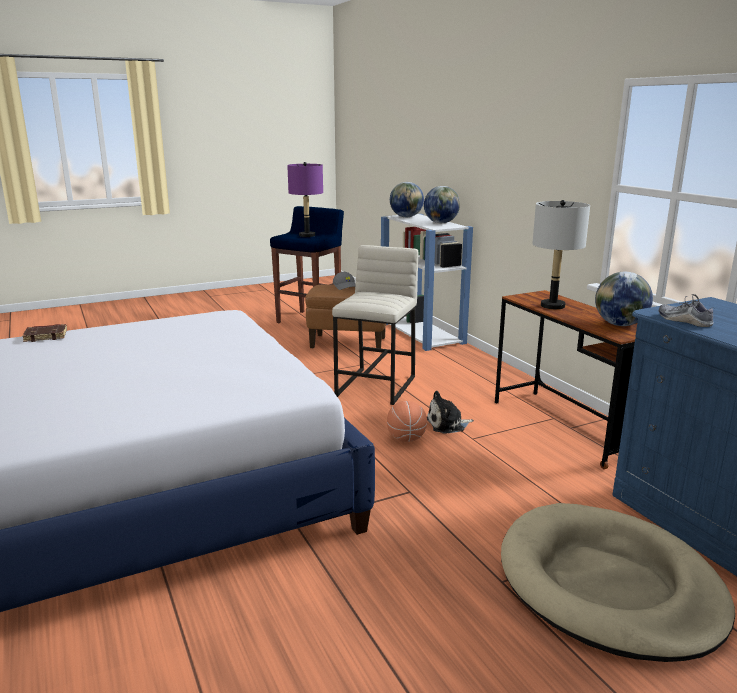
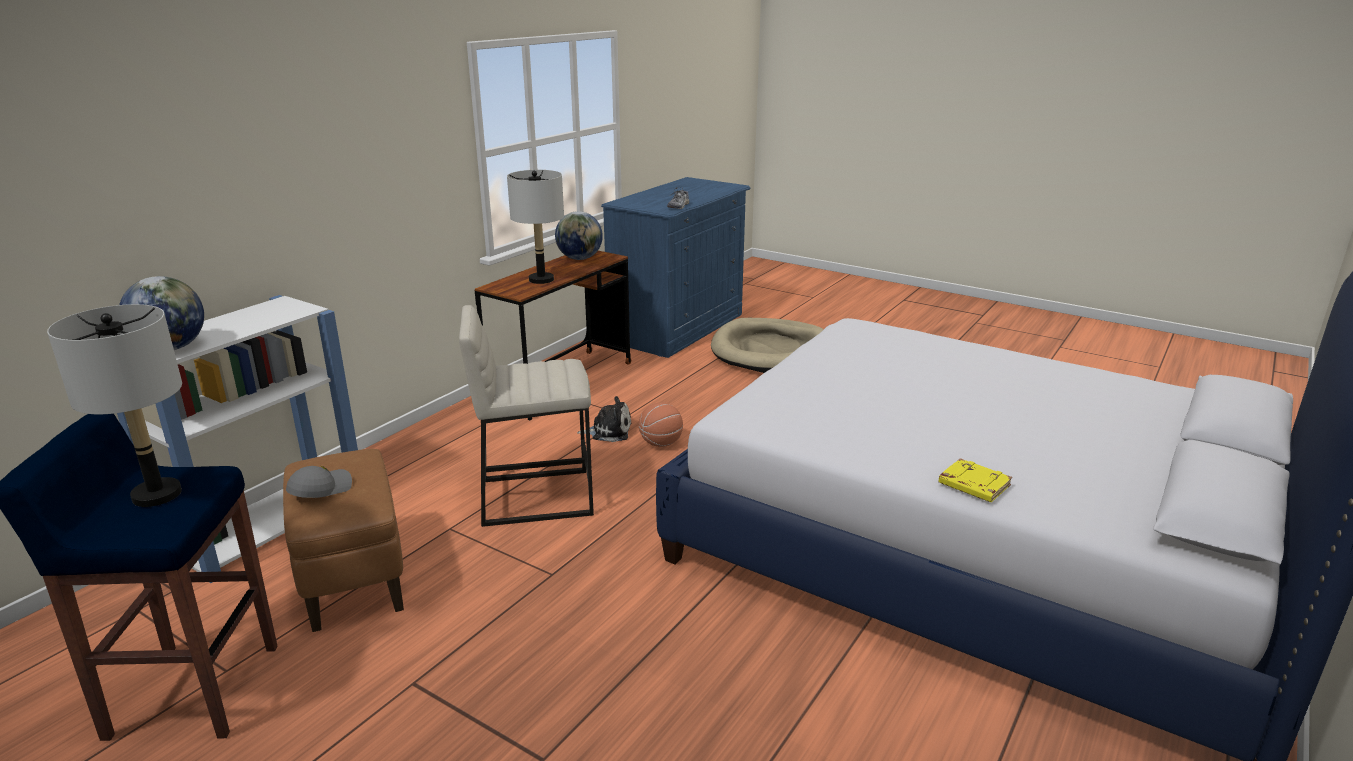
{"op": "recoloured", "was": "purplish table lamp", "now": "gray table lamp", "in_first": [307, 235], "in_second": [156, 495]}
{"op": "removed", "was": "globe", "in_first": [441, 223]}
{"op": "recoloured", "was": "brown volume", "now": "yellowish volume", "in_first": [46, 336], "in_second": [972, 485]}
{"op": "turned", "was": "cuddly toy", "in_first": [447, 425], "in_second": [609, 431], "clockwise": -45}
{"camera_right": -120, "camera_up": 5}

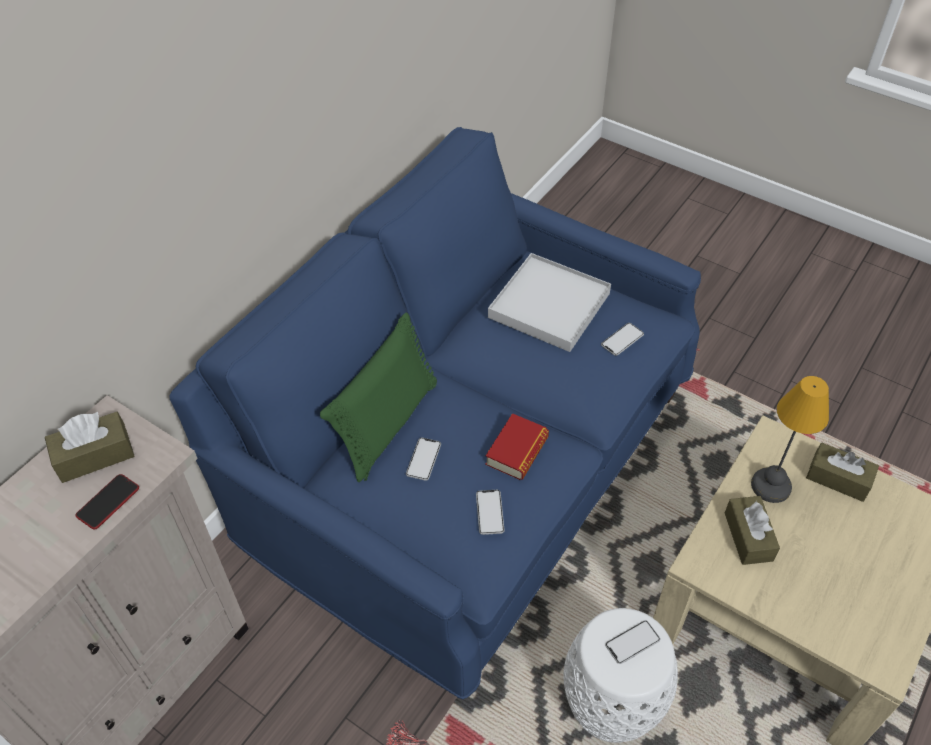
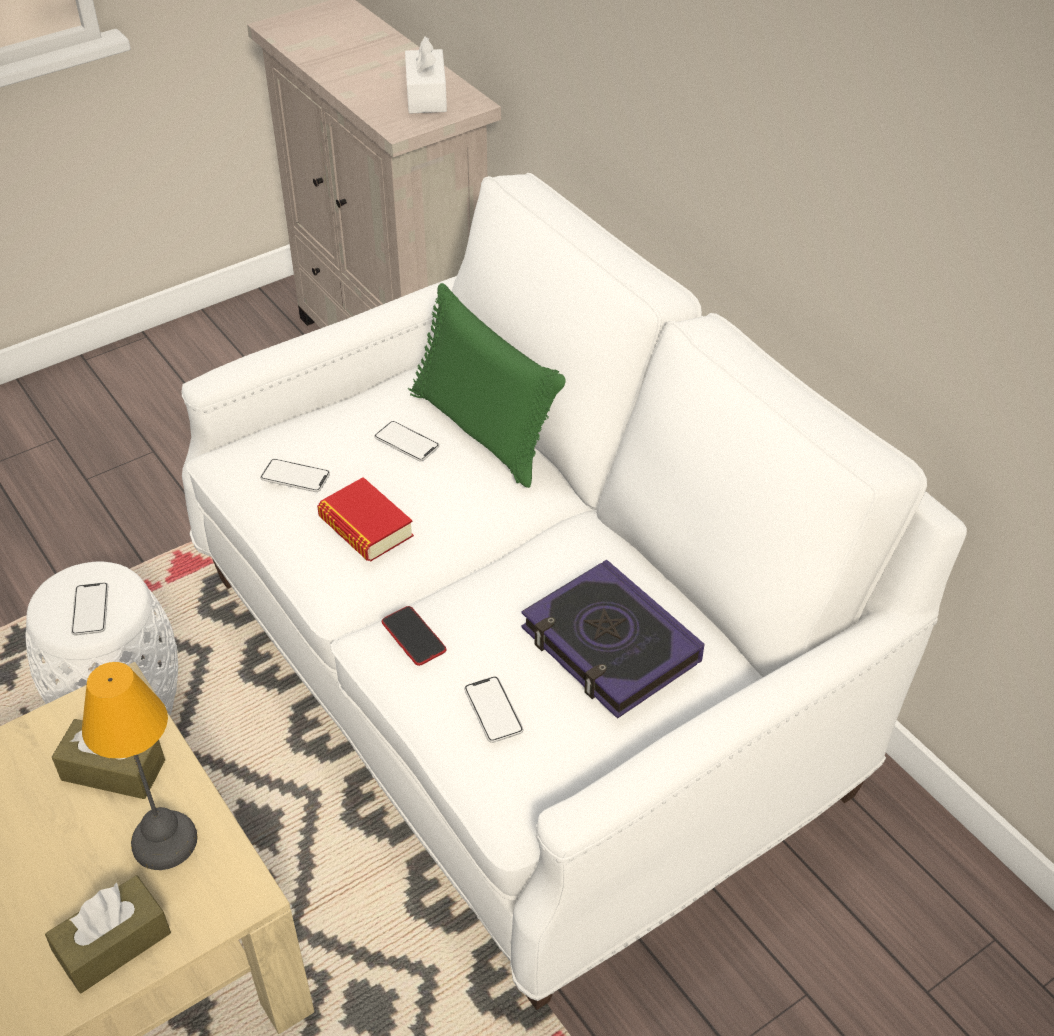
{"op": "recoloured", "was": "blue settee", "now": "white-coloured settee", "in_first": [467, 467], "in_second": [526, 674]}
{"op": "replaced", "was": "white-coloured carrying tray", "now": "volume", "in_first": [549, 305], "in_second": [610, 646]}
{"op": "recoloured", "was": "brown box of tissues", "now": "white-coloured box of tissues", "in_first": [95, 456], "in_second": [426, 95]}
{"op": "moved", "was": "telephone", "in_first": [108, 502], "in_second": [413, 636]}
{"camera_right": 110, "camera_up": -5}

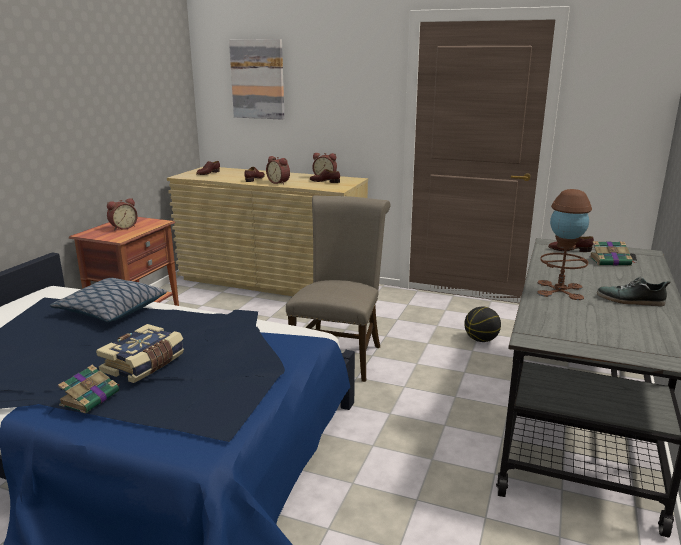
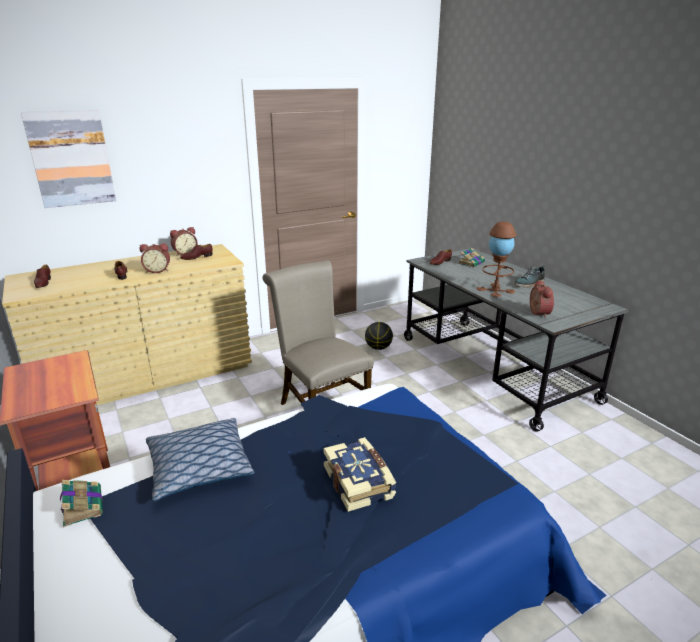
{"op": "moved", "was": "table clock", "in_first": [123, 227], "in_second": [537, 313]}
{"op": "moved", "was": "volume", "in_first": [91, 398], "in_second": [83, 505]}
{"camera_right": -50, "camera_up": 5}

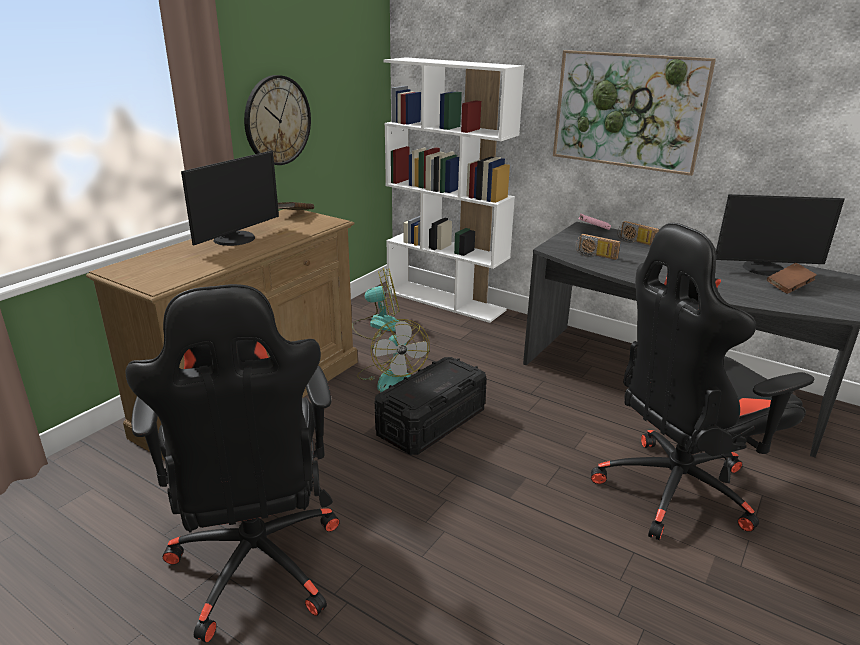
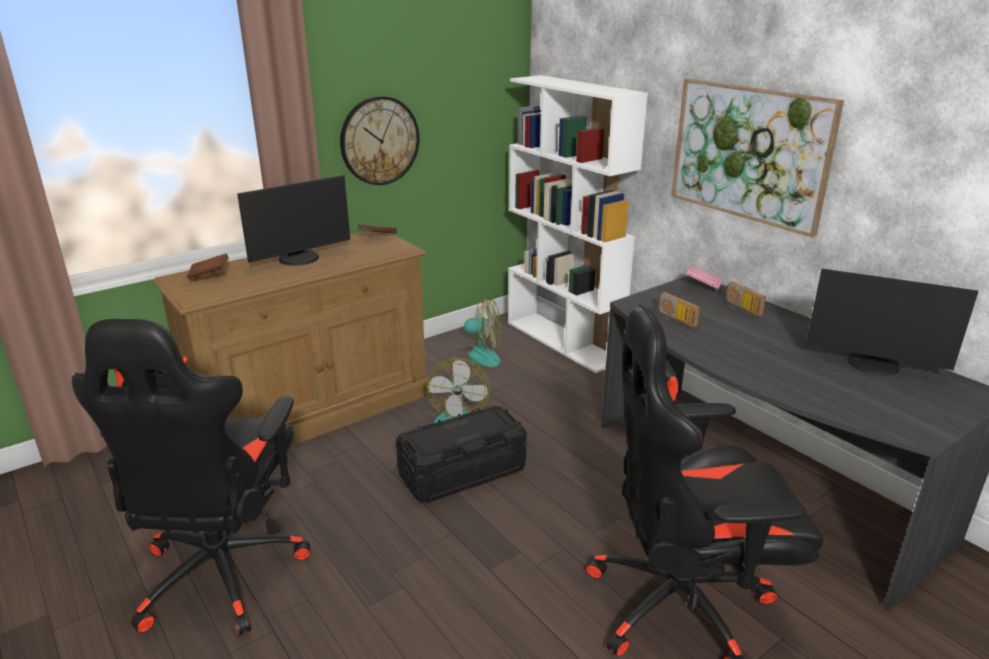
{"op": "moved", "was": "brown volume", "in_first": [788, 287], "in_second": [209, 277]}
{"camera_right": 20, "camera_up": 0}

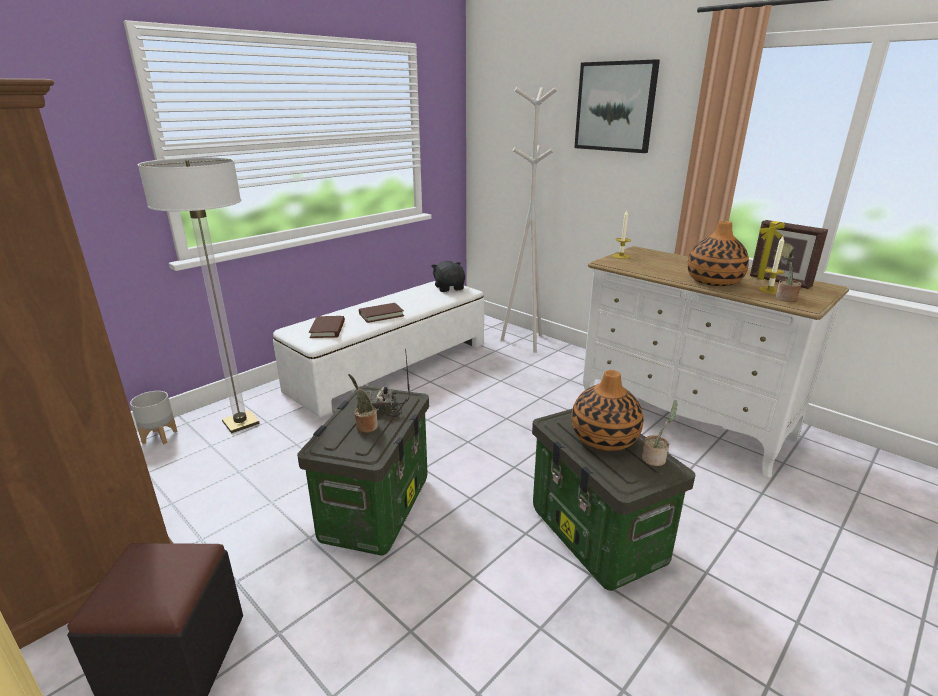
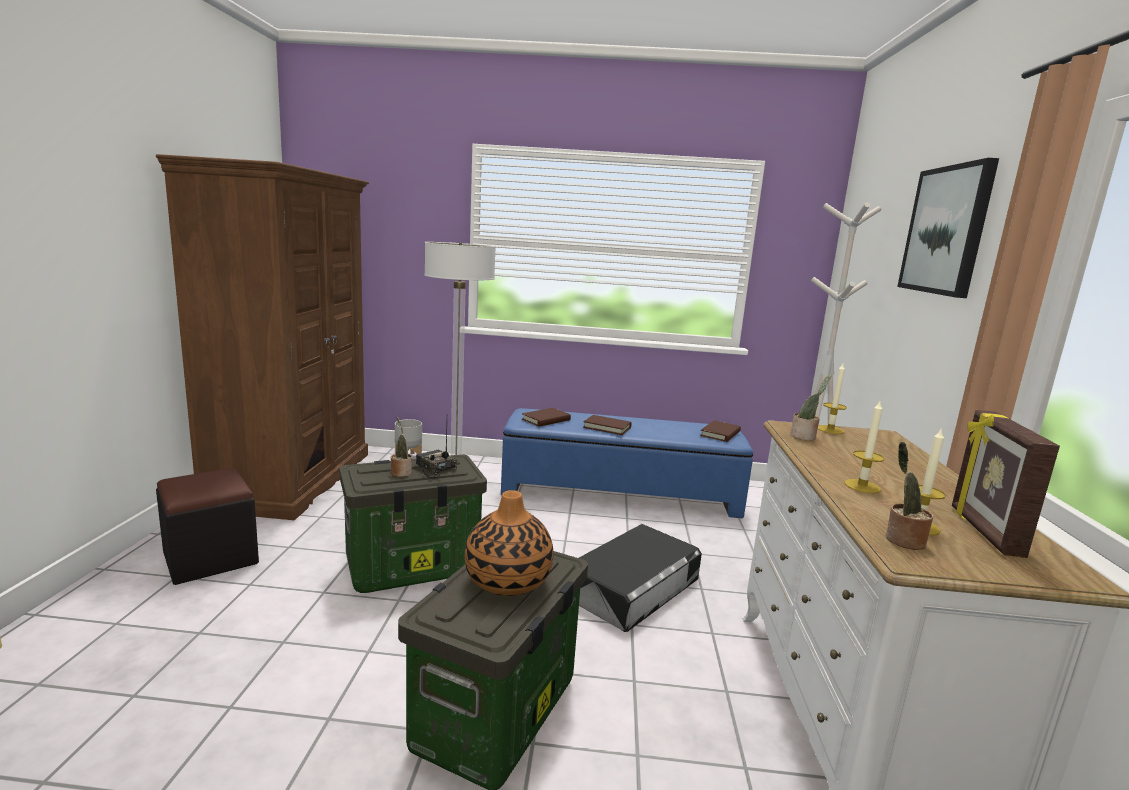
{"op": "replaced", "was": "decorative vase", "now": "wax light", "in_first": [714, 281], "in_second": [862, 486]}
{"op": "replaced", "was": "black cuddly toy", "now": "brown volume", "in_first": [449, 288], "in_second": [720, 434]}
{"op": "recoloured", "was": "white-coloured long seat", "now": "blue long seat", "in_first": [391, 365], "in_second": [621, 491]}
{"op": "moved", "was": "houseplant", "in_first": [655, 458], "in_second": [804, 437]}
{"op": "added", "now": "black storage box", "in_second": [632, 587]}
{"camera_right": 50, "camera_up": -10}

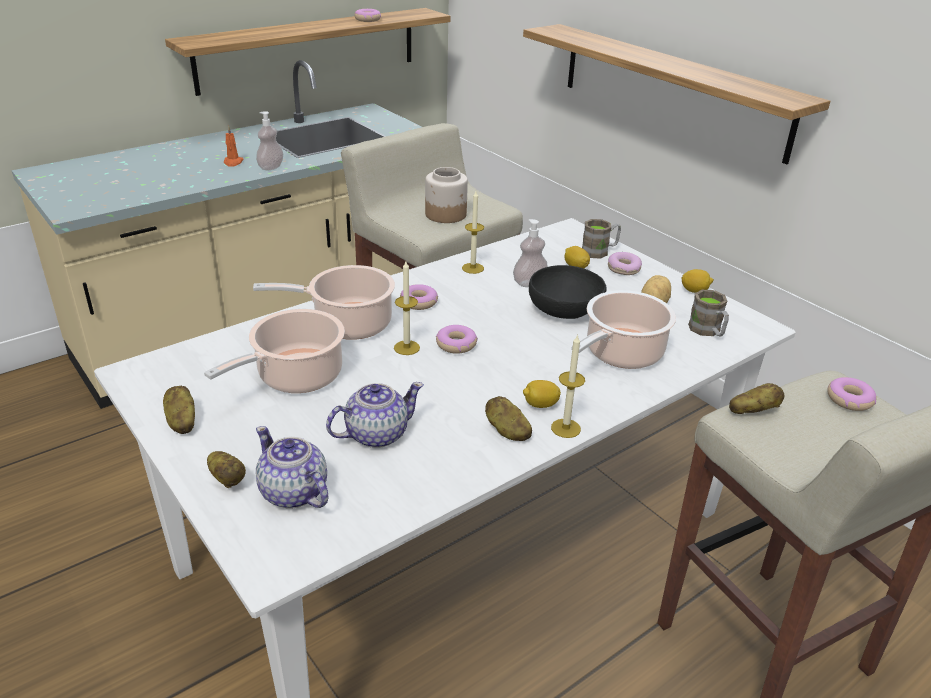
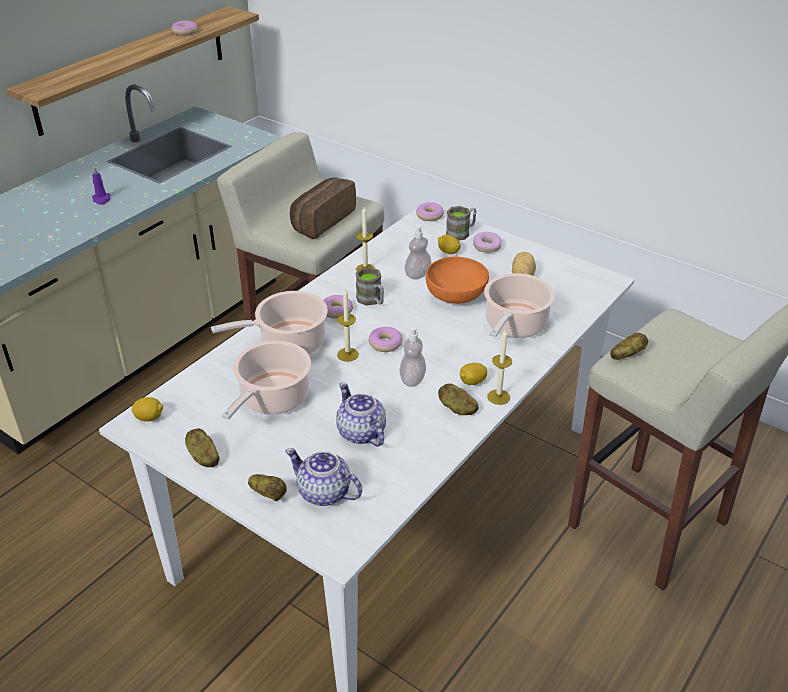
{"op": "removed", "was": "bracket shelf", "in_first": [671, 89]}
{"op": "moved", "was": "soap dispenser", "in_first": [271, 167], "in_second": [412, 379]}
{"op": "recoloured", "was": "orange wax light", "now": "purplish wax light", "in_first": [233, 162], "in_second": [101, 199]}
{"op": "replaced", "was": "preserve jar", "now": "baked bread", "in_first": [446, 214], "in_second": [321, 220]}
{"op": "recoloured", "was": "black bowl", "now": "orange bowl", "in_first": [565, 310], "in_second": [456, 294]}
{"op": "moved", "was": "whole lemon", "in_first": [694, 291], "in_second": [149, 418]}
{"op": "moved", "was": "brown coffee mug", "in_first": [708, 331], "in_second": [372, 300]}
{"op": "moved", "was": "donut", "in_first": [849, 400], "in_second": [429, 215]}
{"op": "turned", "was": "pot for tea", "in_first": [376, 434], "in_second": [361, 433], "clockwise": -75}
{"camera_right": -15, "camera_up": 5}

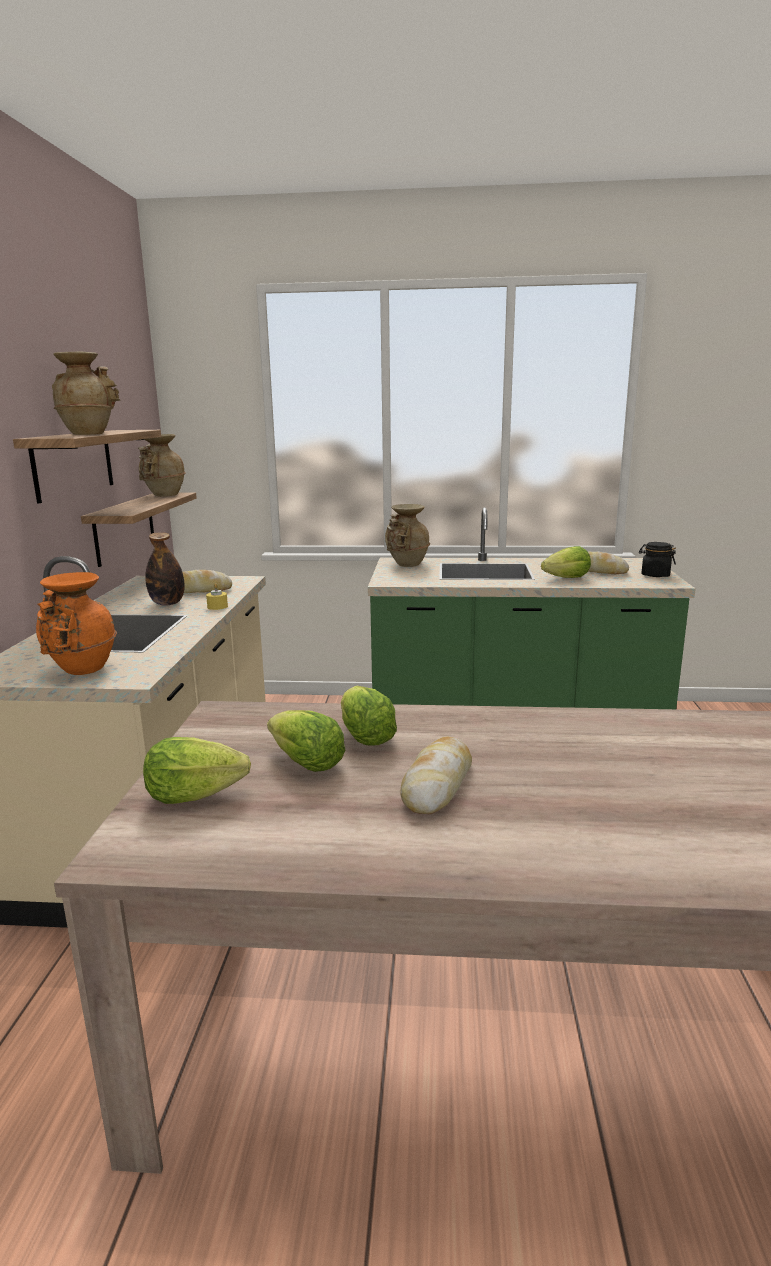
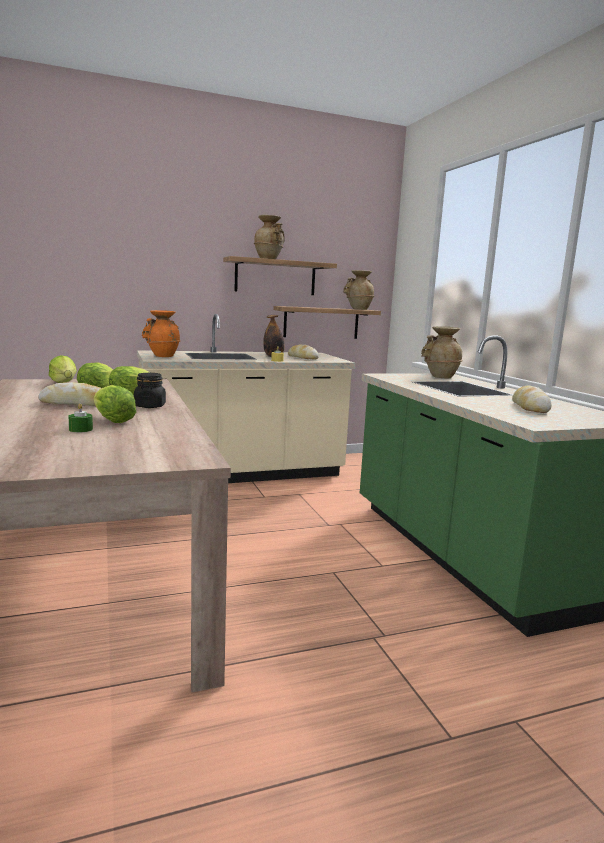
{"op": "moved", "was": "black preserve jar", "in_first": [655, 575], "in_second": [150, 406]}
{"op": "moved", "was": "head of lettuce", "in_first": [567, 578], "in_second": [113, 421]}
{"op": "added", "now": "green-coloured wax light", "in_second": [81, 429]}
{"camera_right": 65, "camera_up": -5}

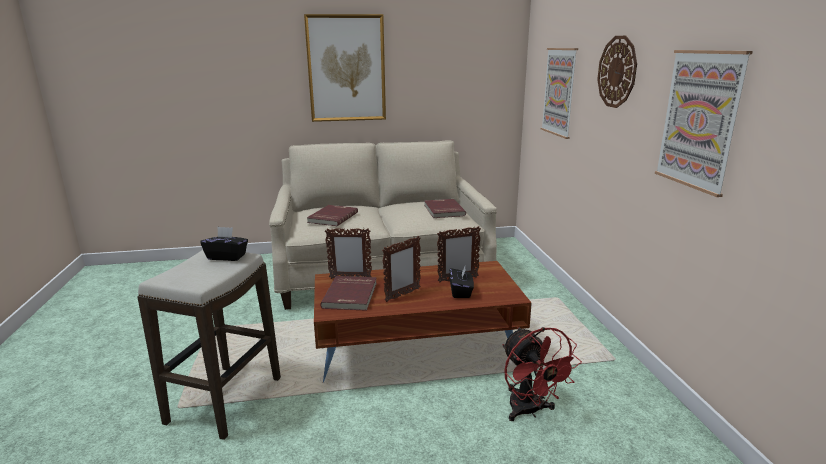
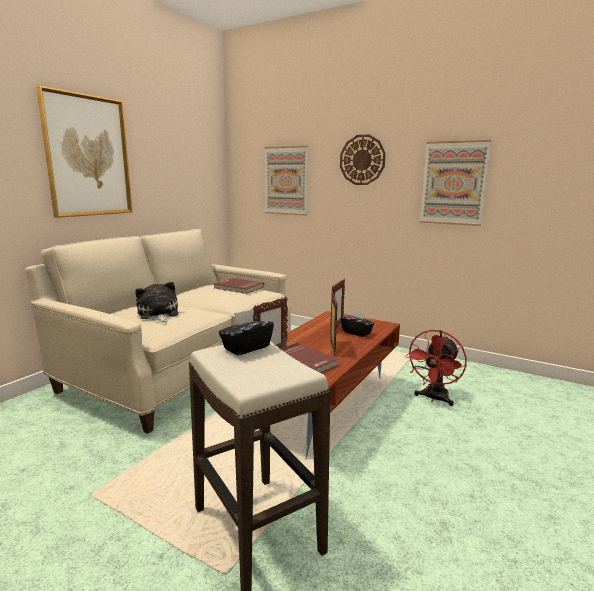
{"op": "replaced", "was": "reddish volume", "now": "cuddly toy", "in_first": [332, 217], "in_second": [158, 314]}
{"op": "turned", "was": "reddish fan", "in_first": [529, 411], "in_second": [434, 398], "clockwise": 105}
{"camera_right": -50, "camera_up": -5}

